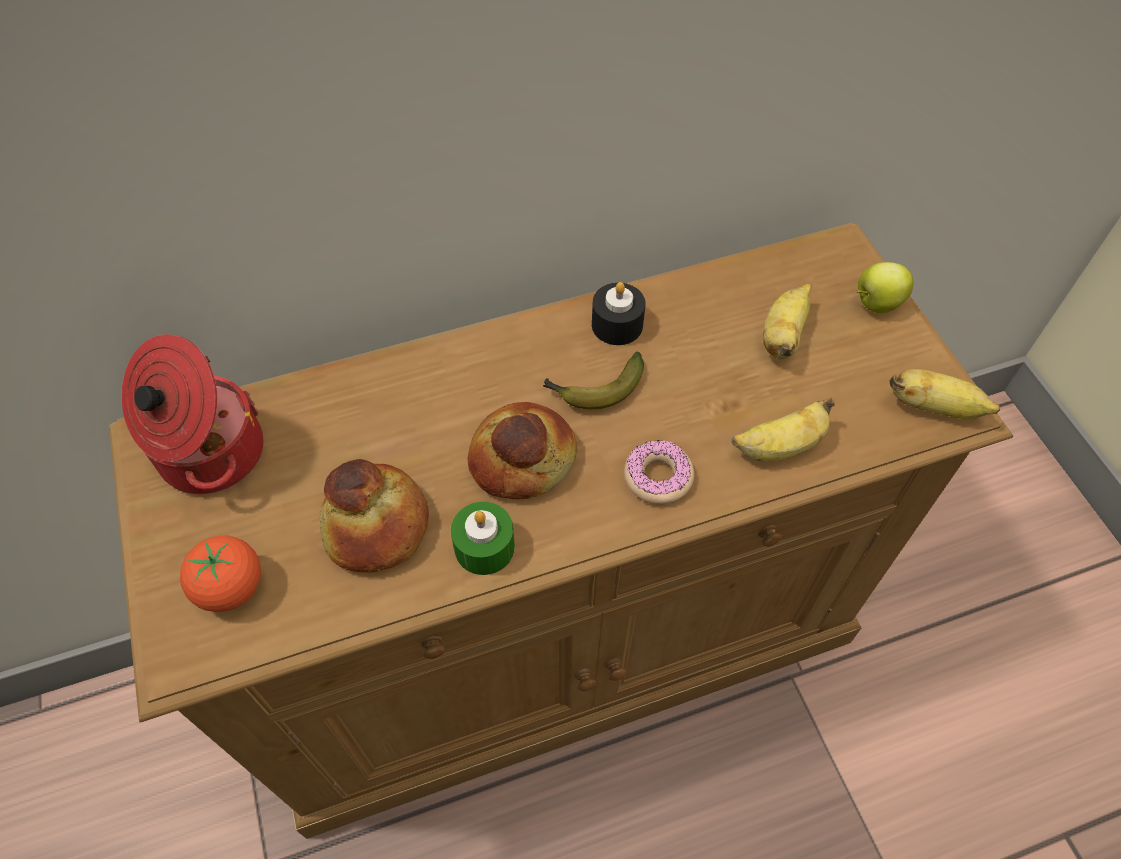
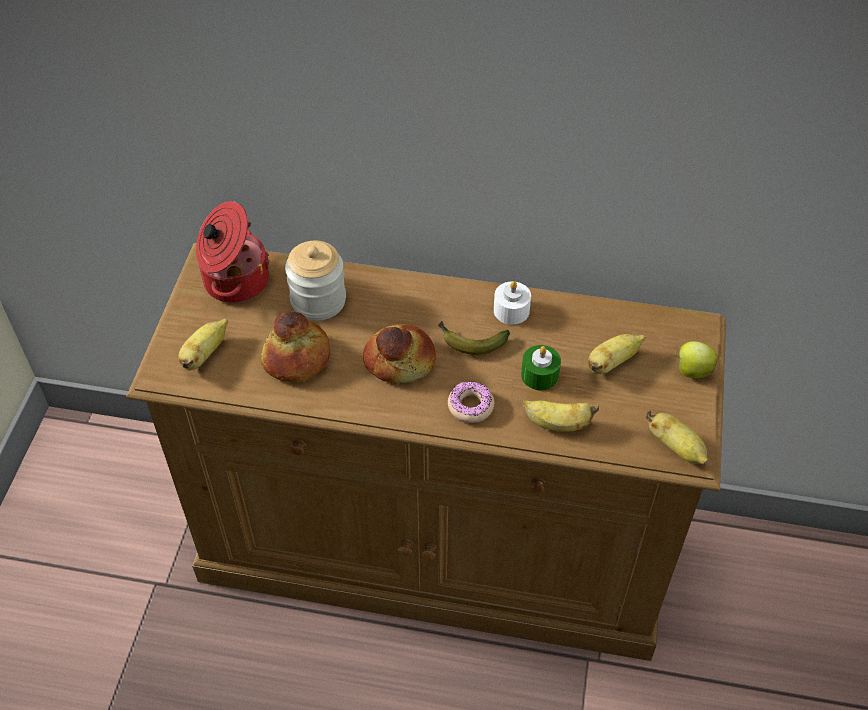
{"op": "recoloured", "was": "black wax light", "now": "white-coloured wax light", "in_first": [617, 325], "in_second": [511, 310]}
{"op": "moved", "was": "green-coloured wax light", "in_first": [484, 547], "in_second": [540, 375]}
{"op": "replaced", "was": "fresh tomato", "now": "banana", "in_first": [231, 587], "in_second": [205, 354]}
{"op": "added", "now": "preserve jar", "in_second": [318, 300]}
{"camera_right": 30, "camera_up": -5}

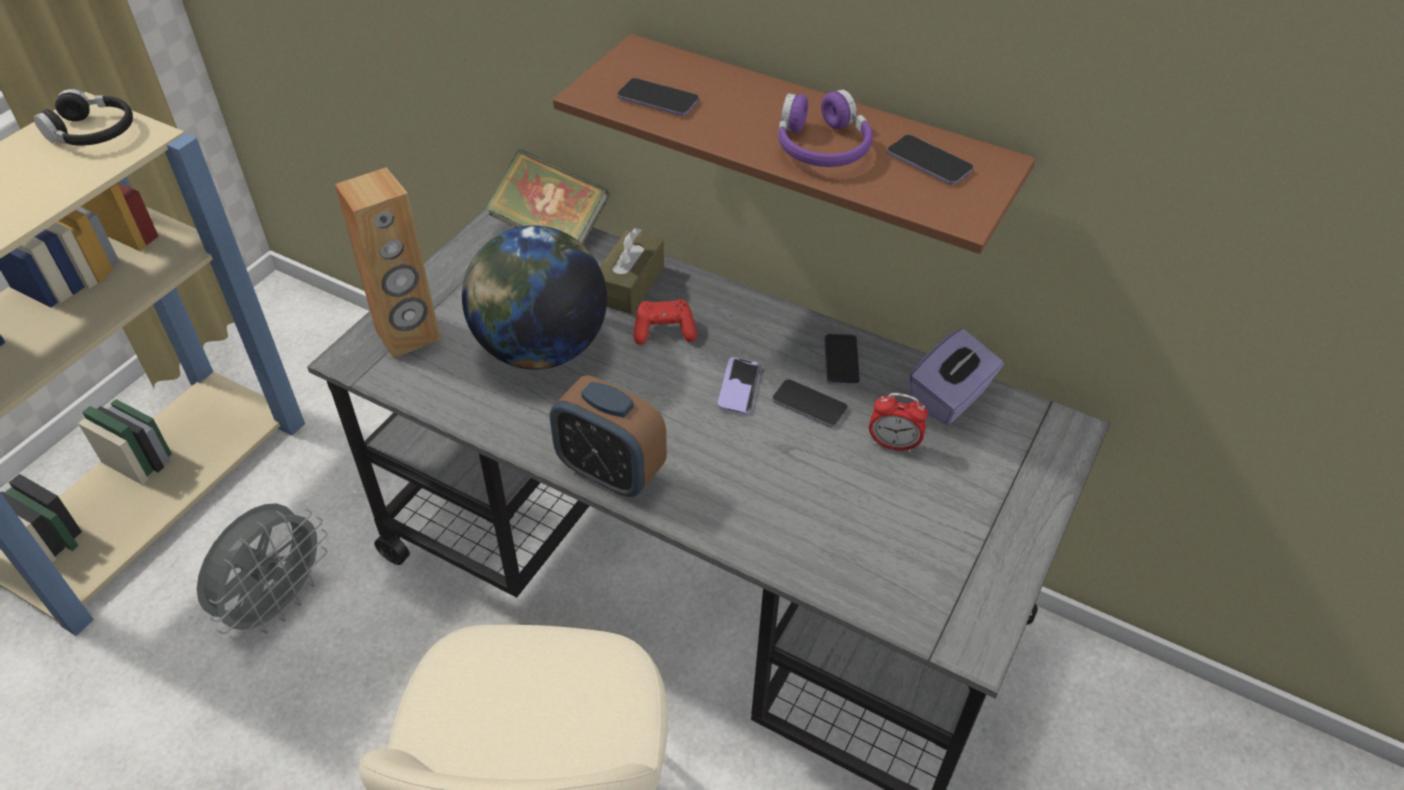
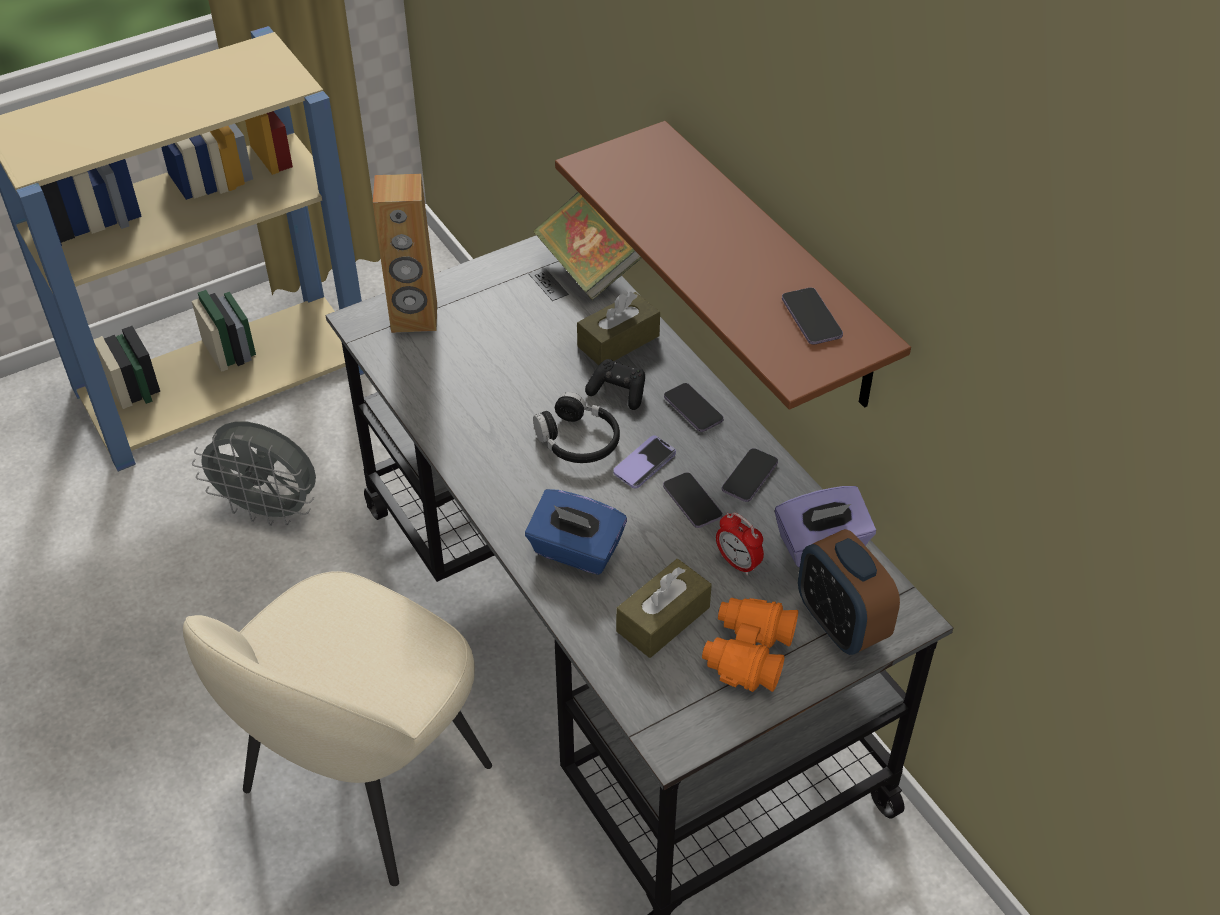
{"op": "moved", "was": "telephone", "in_first": [658, 100], "in_second": [693, 409]}
{"op": "moved", "was": "black headphones", "in_first": [92, 132], "in_second": [578, 440]}
{"op": "removed", "was": "purplish headphones", "in_first": [821, 146]}
{"op": "removed", "was": "globe", "in_first": [540, 348]}
{"op": "recoloured", "was": "reddish game controller", "now": "black game controller", "in_first": [664, 331], "in_second": [618, 392]}
{"op": "moved", "was": "table clock", "in_first": [610, 471], "in_second": [840, 624]}
{"op": "turned", "was": "gray fan", "in_first": [278, 603], "in_second": [270, 510], "clockwise": 45}
{"op": "added", "now": "blue box of tissues", "in_second": [576, 551]}
{"op": "added", "now": "brown box of tissues", "in_second": [663, 619]}
{"op": "added", "now": "orange field glasses", "in_second": [747, 653]}
{"camera_right": 30, "camera_up": 0}

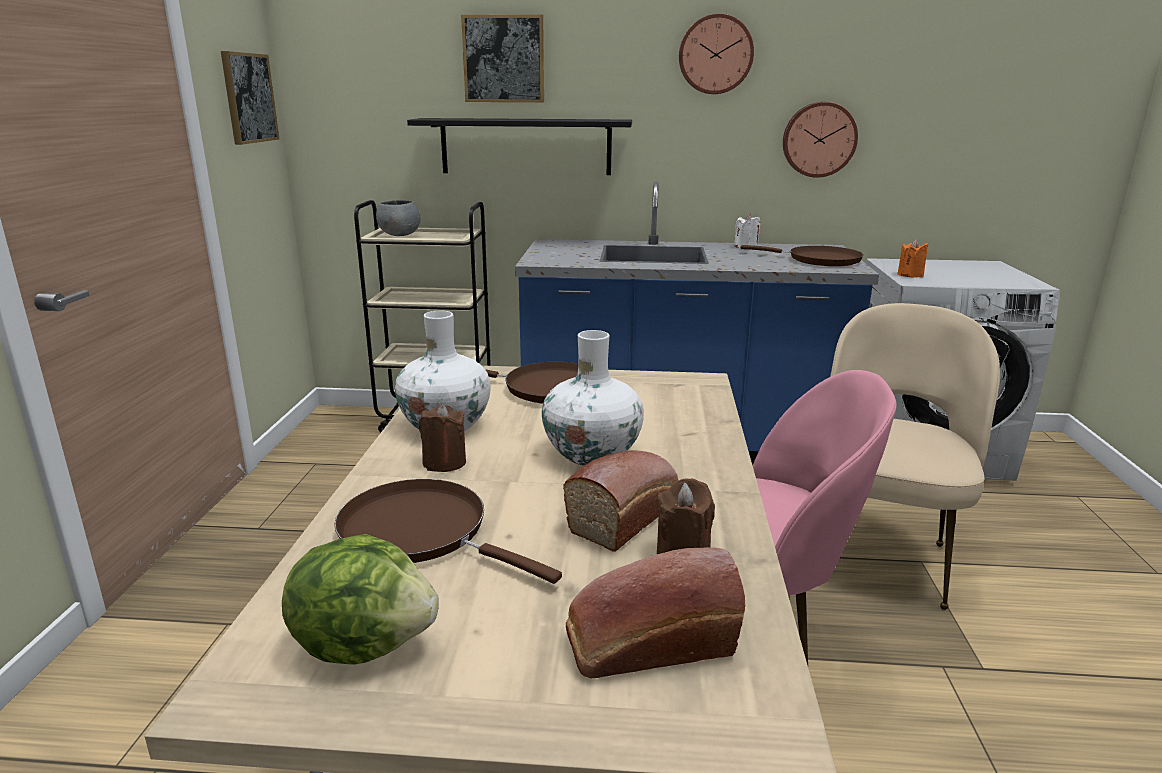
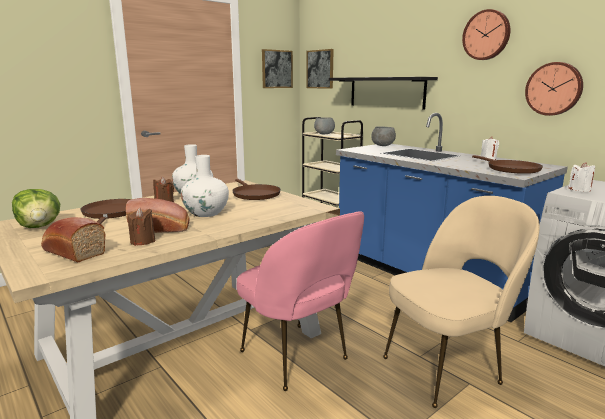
{"op": "moved", "was": "wall picture", "in_first": [504, 59], "in_second": [320, 69]}
{"op": "recoloured", "was": "orange wax light", "now": "white-coloured wax light", "in_first": [910, 275], "in_second": [579, 189]}
{"op": "added", "now": "gray bowl", "in_second": [382, 145]}
{"camera_right": 45, "camera_up": -5}

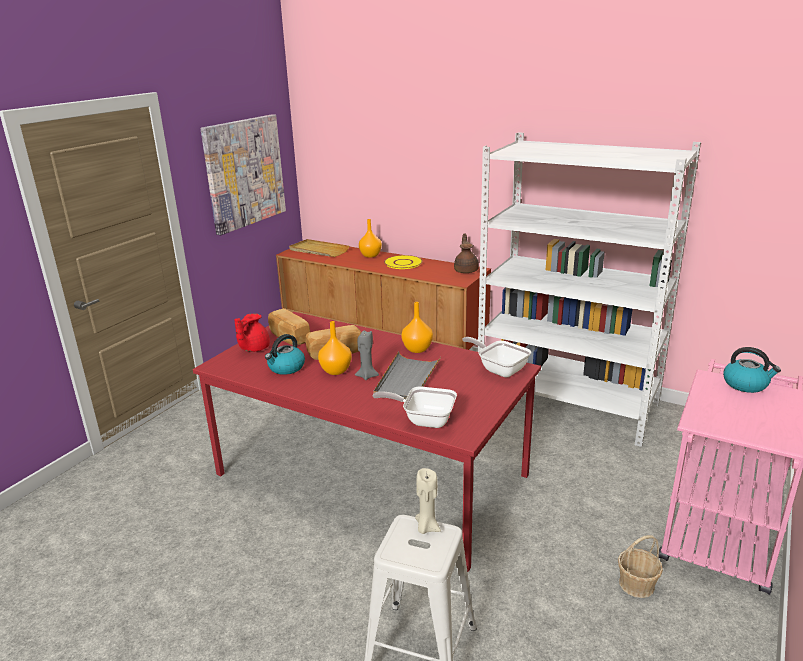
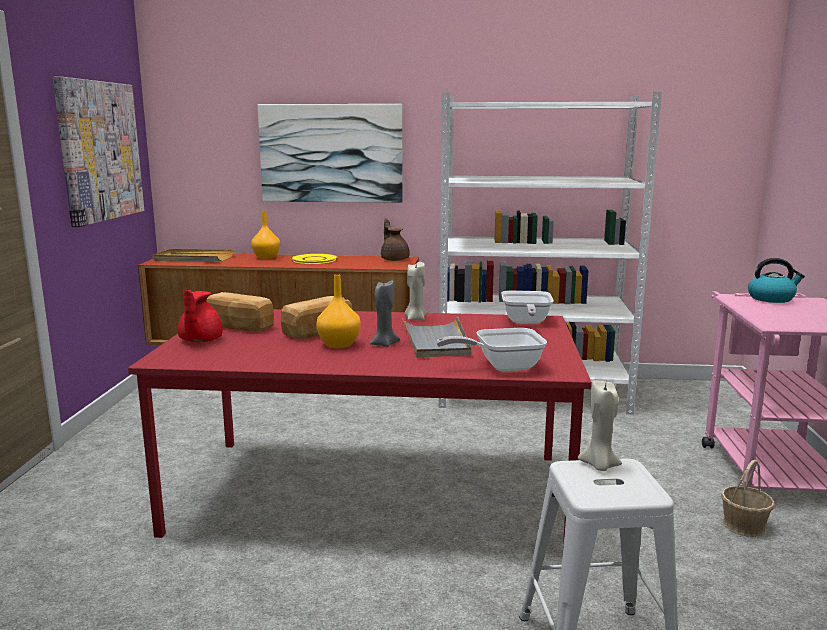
{"op": "replaced", "was": "orange decorative vase", "now": "beige wax light", "in_first": [418, 349], "in_second": [415, 319]}
{"op": "removed", "was": "kettle", "in_first": [286, 368]}
{"op": "turned", "was": "skillet", "in_first": [499, 369], "in_second": [525, 322], "clockwise": -105}
{"op": "added", "now": "wall picture", "in_second": [331, 153]}
{"camera_right": -25, "camera_up": -10}

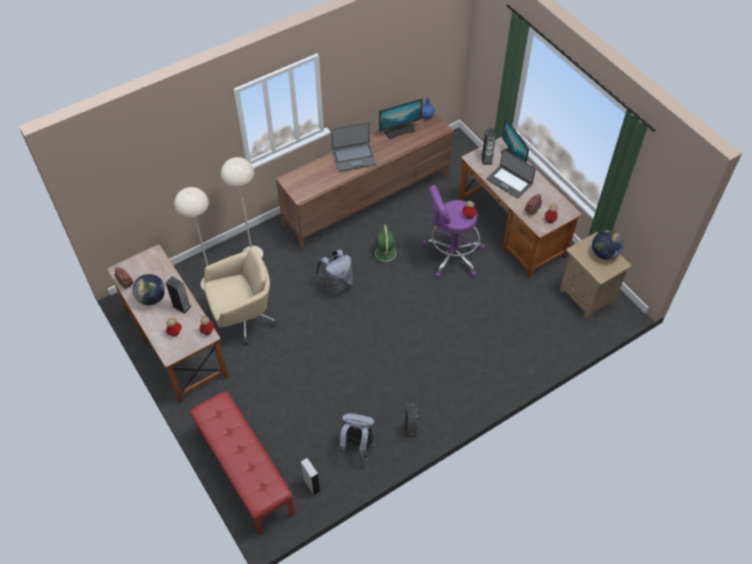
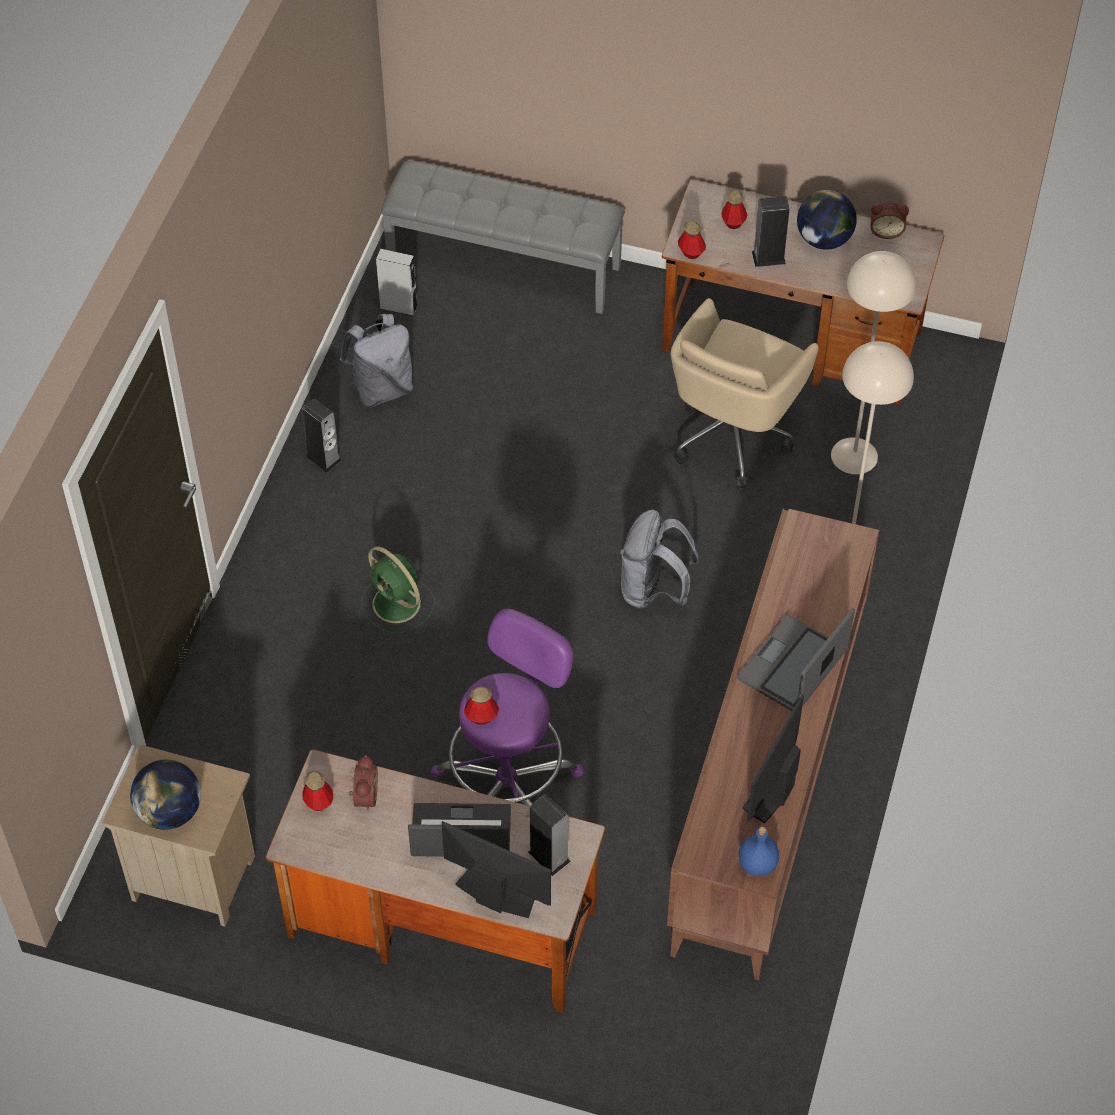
{"op": "moved", "was": "green-coloured fan", "in_first": [385, 252], "in_second": [398, 605]}
{"op": "recoloured", "was": "reddish long seat", "now": "gray long seat", "in_first": [244, 472], "in_second": [504, 264]}
{"camera_right": 140, "camera_up": 0}

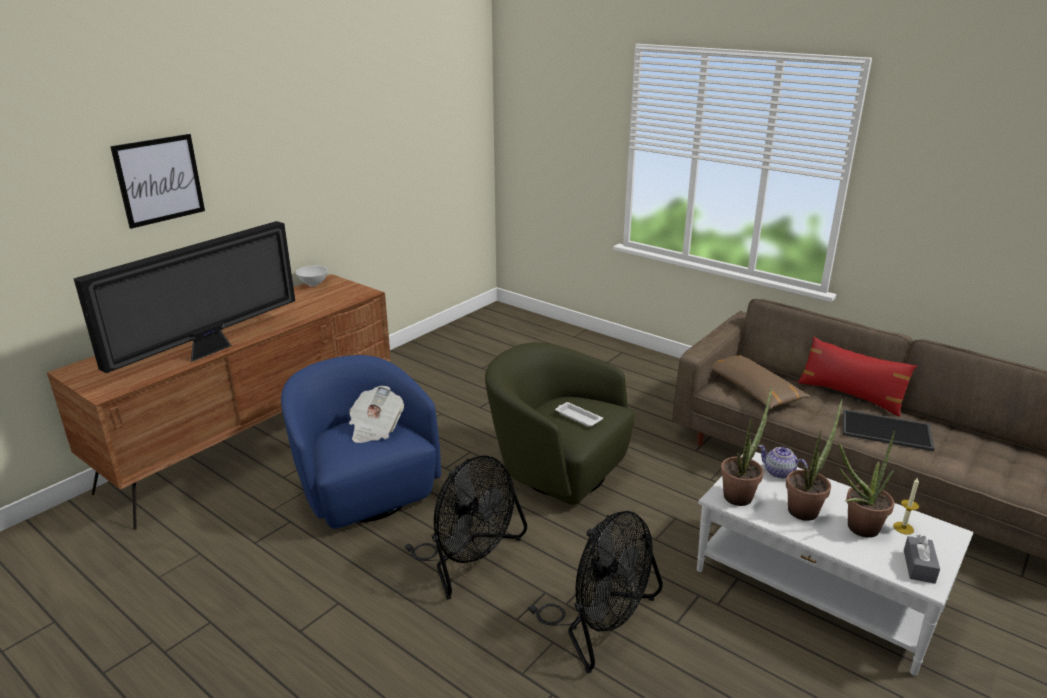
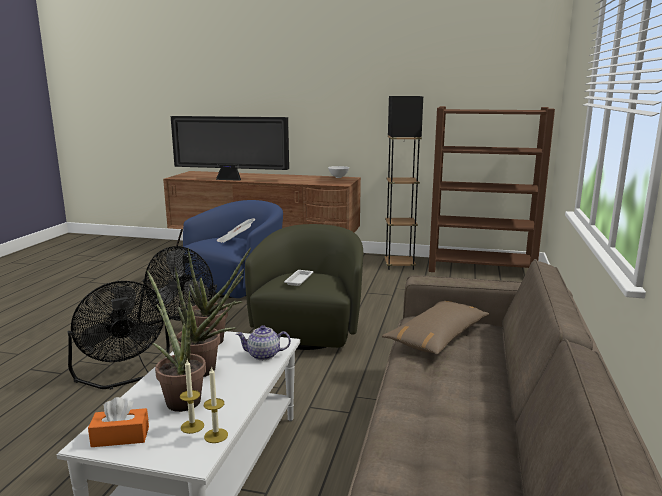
{"op": "removed", "was": "wall picture", "in_first": [159, 180]}
{"op": "removed", "was": "reddish throw pillow", "in_first": [850, 396]}
{"op": "removed", "was": "carrying tray", "in_first": [887, 430]}
{"op": "turned", "was": "pot for tea", "in_first": [779, 473], "in_second": [264, 355], "clockwise": -105}
{"op": "turned", "was": "black fan", "in_first": [598, 624], "in_second": [131, 377], "clockwise": 135}
{"op": "recoloured", "was": "gray box of tissues", "now": "orange box of tissues", "in_first": [919, 566], "in_second": [120, 437]}
{"op": "added", "now": "black standing lamp", "in_second": [399, 265]}
{"op": "added", "now": "brown bookshelf", "in_second": [480, 268]}
{"op": "added", "now": "wax light", "in_second": [216, 435]}
{"camera_right": 65, "camera_up": -10}

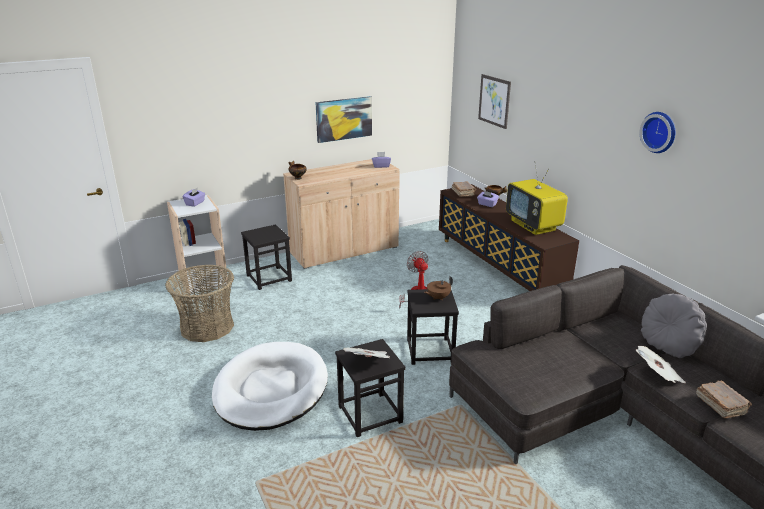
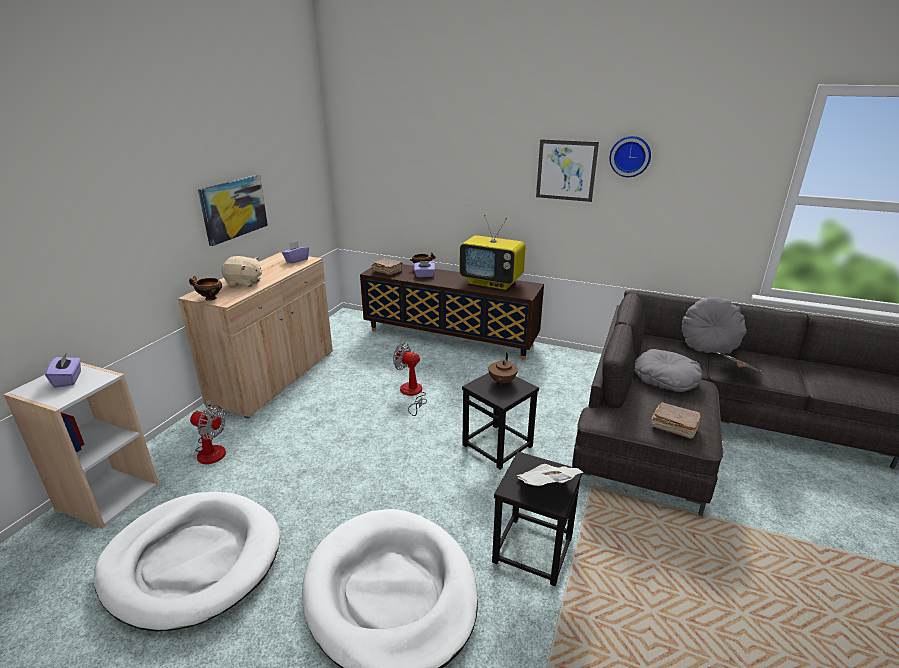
{"op": "moved", "was": "wall picture", "in_first": [494, 101], "in_second": [566, 170]}
{"op": "replaced", "was": "black stool seat", "now": "fan", "in_first": [269, 278], "in_second": [212, 449]}
{"op": "replaced", "was": "storage basket", "now": "white-coloured dog cushion", "in_first": [207, 327], "in_second": [192, 561]}
{"op": "moved", "was": "brown volume", "in_first": [720, 405], "in_second": [673, 427]}
{"op": "added", "now": "beige cuddly toy", "in_second": [244, 283]}
{"op": "added", "now": "gray throw pillow", "in_second": [666, 379]}
{"camera_right": -40, "camera_up": 0}

